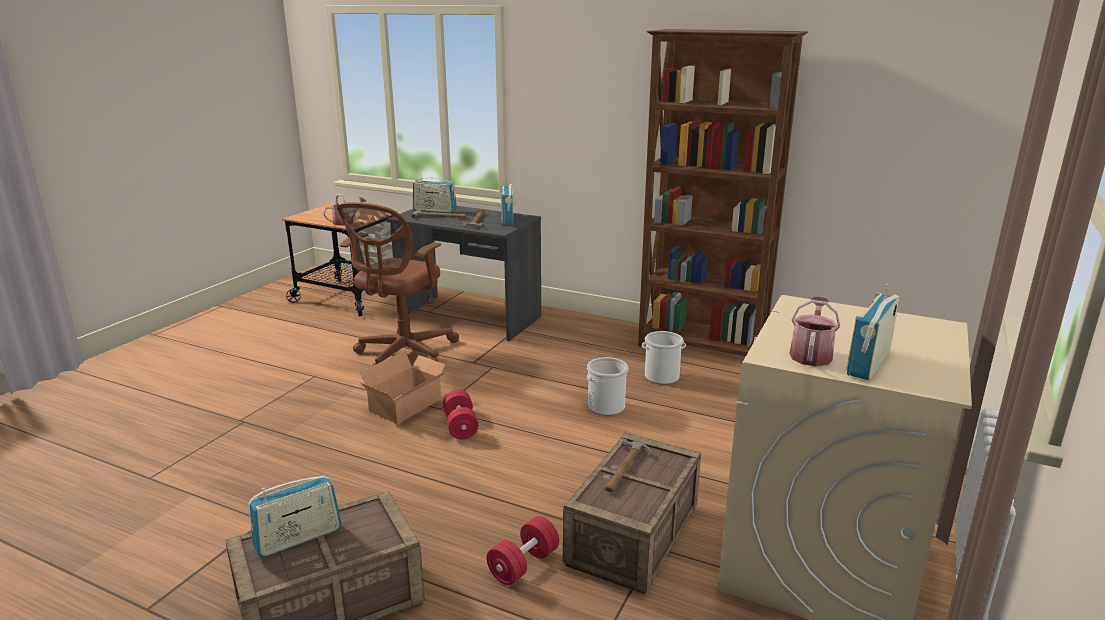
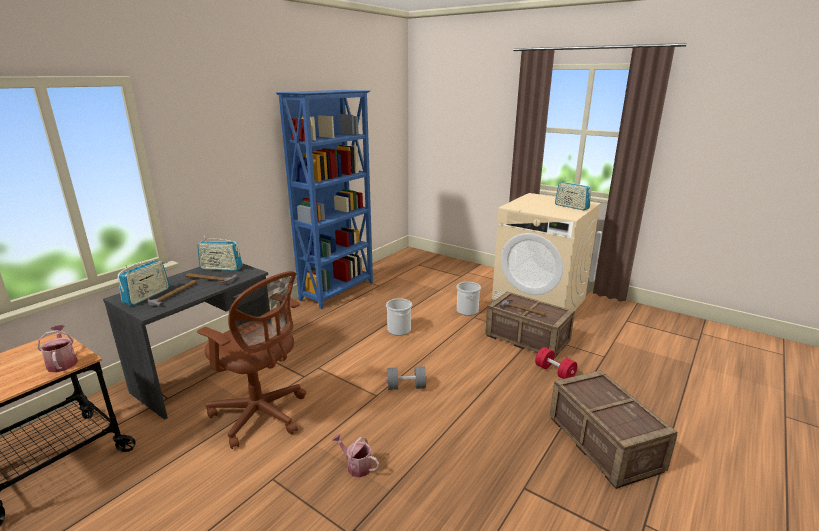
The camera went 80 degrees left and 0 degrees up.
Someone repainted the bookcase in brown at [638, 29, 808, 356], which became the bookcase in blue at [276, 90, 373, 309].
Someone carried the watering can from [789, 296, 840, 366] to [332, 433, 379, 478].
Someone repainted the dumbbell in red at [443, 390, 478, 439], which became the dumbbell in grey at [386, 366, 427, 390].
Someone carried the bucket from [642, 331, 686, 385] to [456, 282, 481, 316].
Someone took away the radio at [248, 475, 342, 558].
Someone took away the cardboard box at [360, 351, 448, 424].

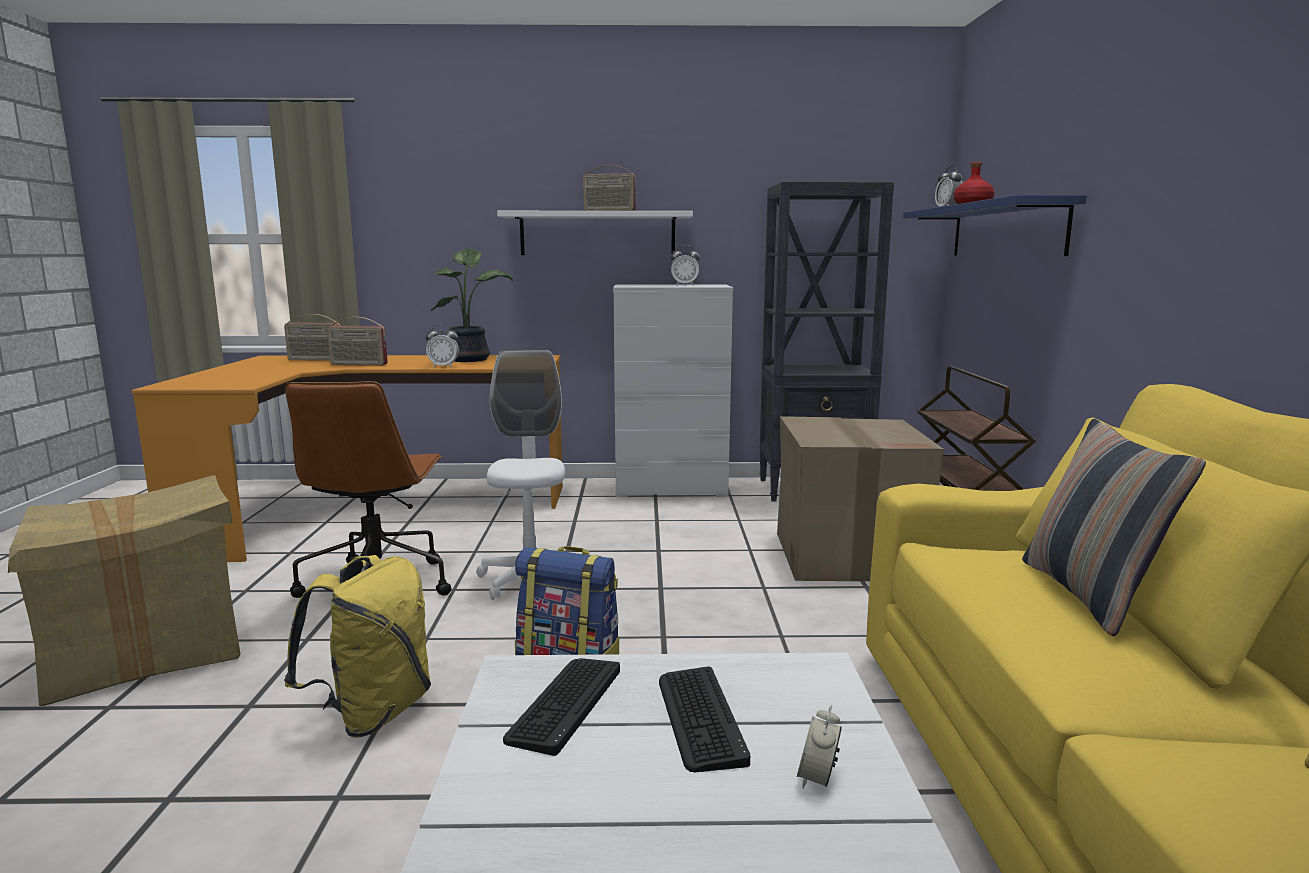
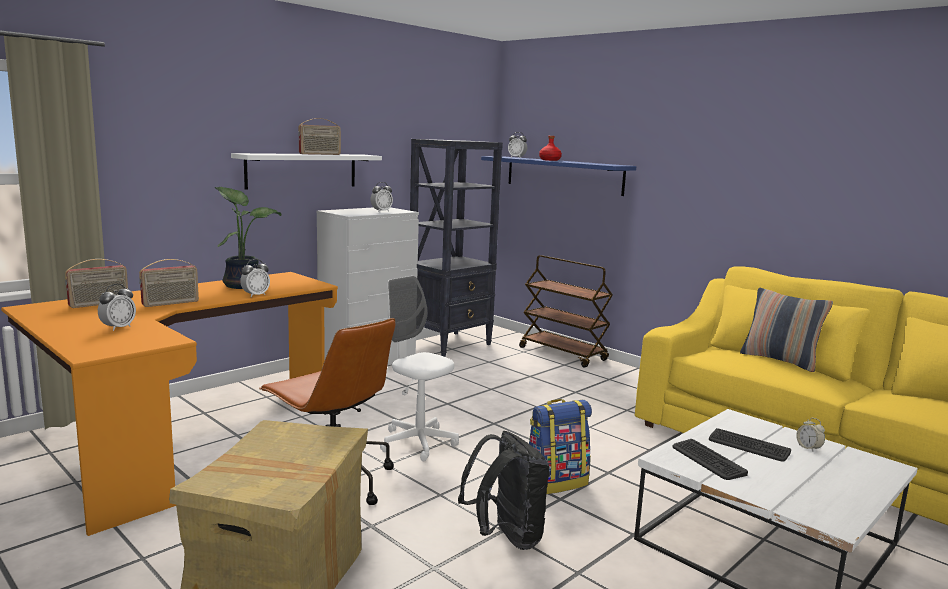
The camera went 45 degrees left and 0 degrees up.
Someone put down the alarm clock at [98, 284, 136, 331].
Someone repainted the backpack in yellow at [284, 555, 431, 738], which became the backpack in black at [458, 431, 550, 550].
Someone took away the cardboard box at [777, 416, 944, 581].

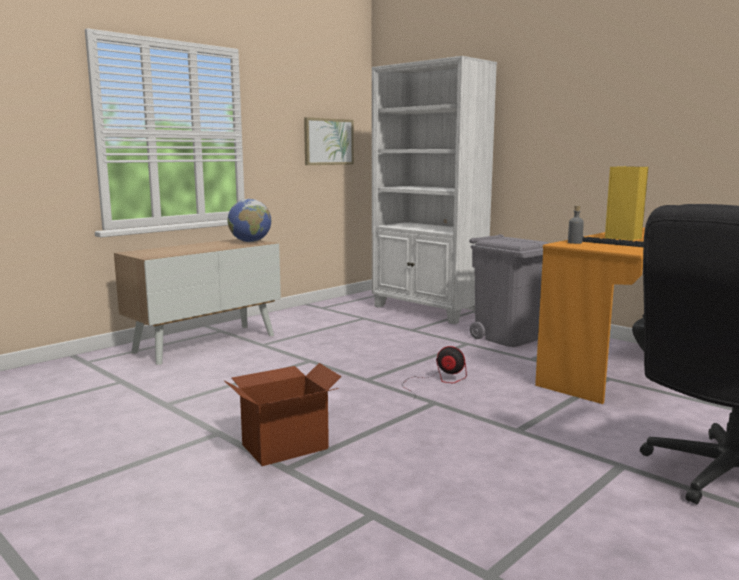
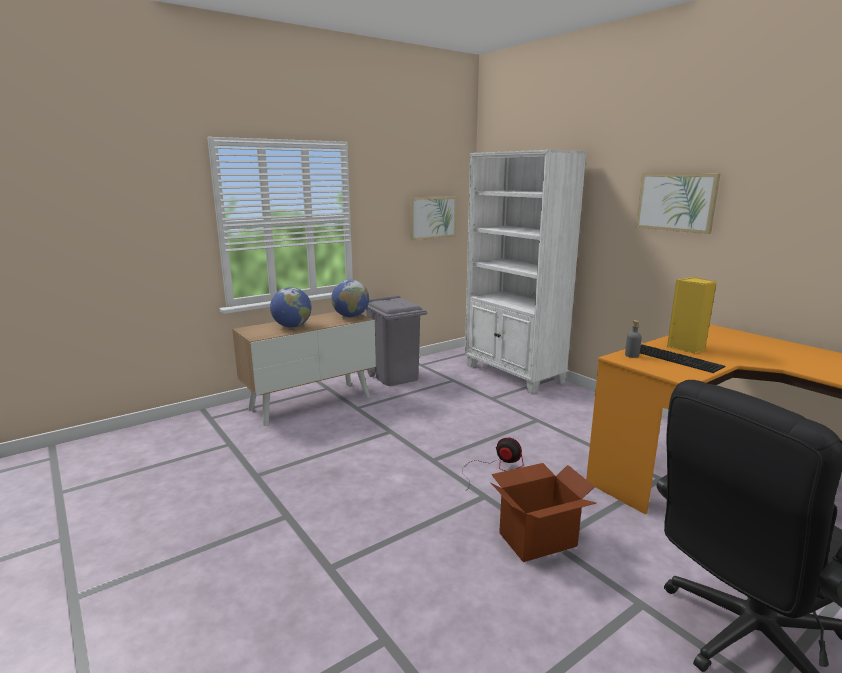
The camera went 10 degrees right and 5 degrees up.
Someone put down the globe at [270, 287, 311, 328].
Someone carried the trash can in grey from [469, 234, 549, 347] to [366, 295, 427, 386].
Someone carried the cardboard box from [224, 363, 342, 466] to [490, 463, 596, 562].
Someone put up the picture at [636, 173, 720, 234].

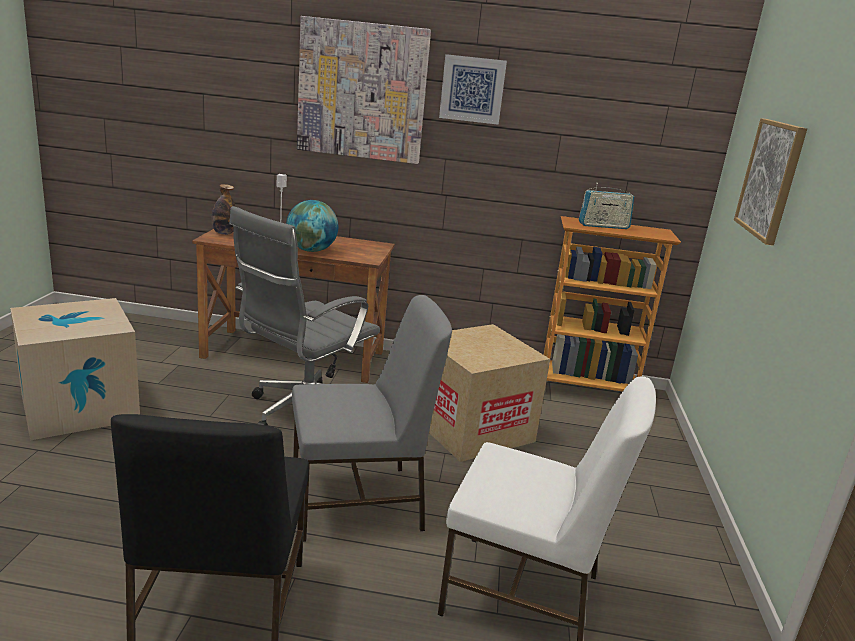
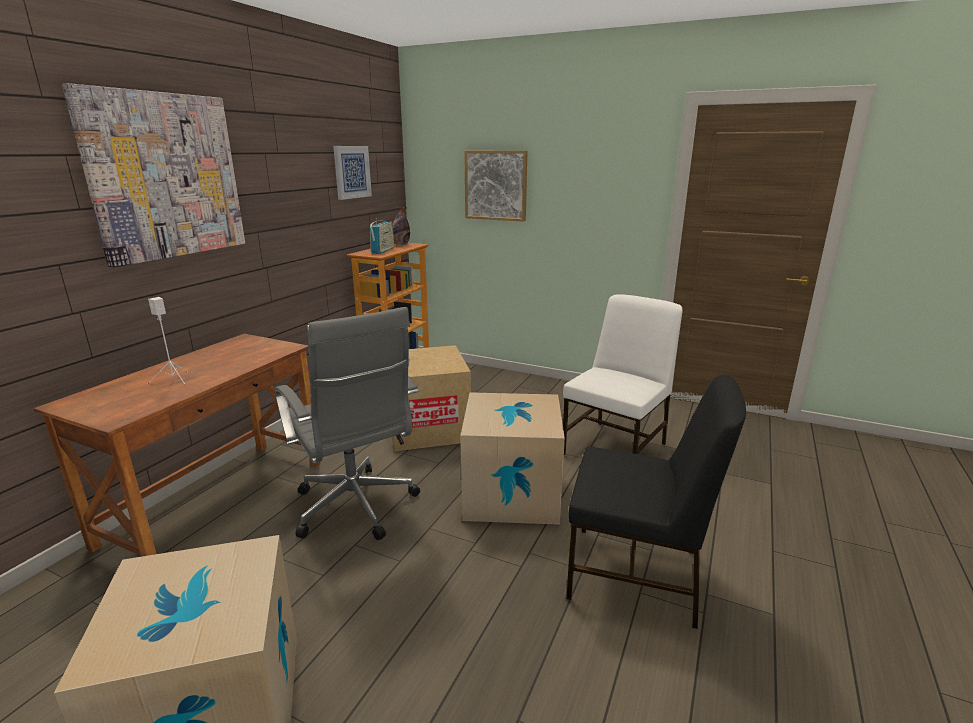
The camera went 70 degrees left and 0 degrees up.
Someone carried the picture from [439, 54, 507, 124] to [333, 146, 372, 200].
Someone carried the bottle from [212, 184, 236, 235] to [392, 207, 410, 245].
Someone swapped the chair in grey at [292, 295, 452, 542] for the cardboard box at [461, 392, 565, 525].
Someone took away the globe at [286, 200, 338, 252].

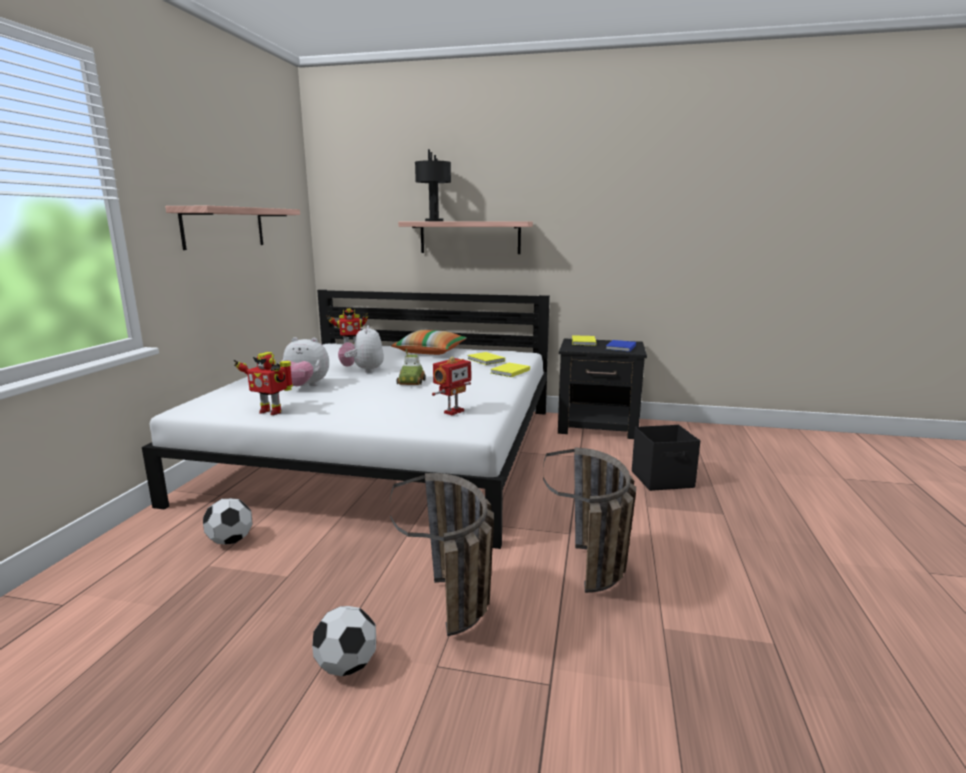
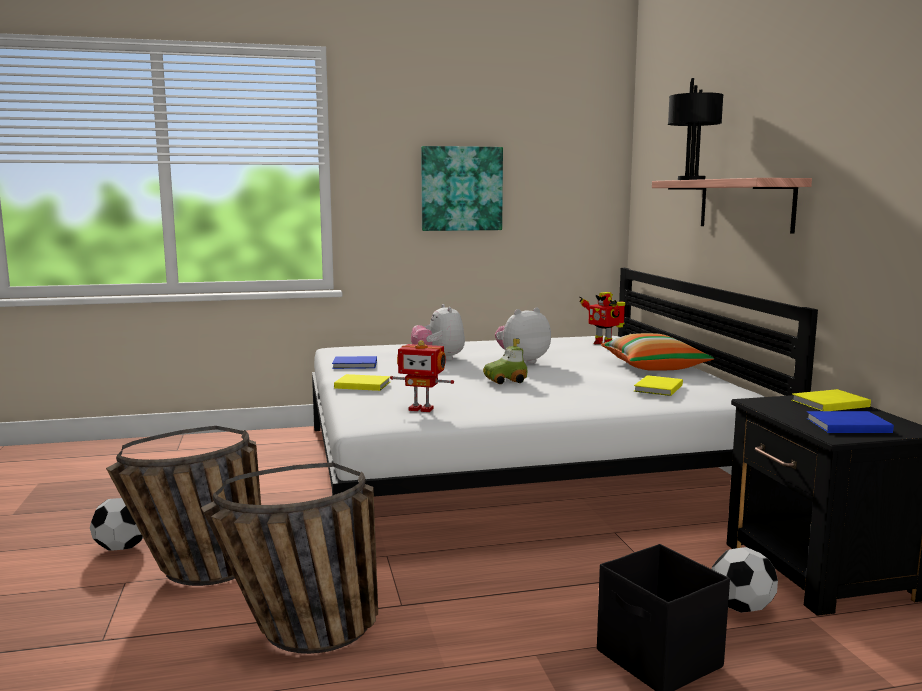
The camera went 65 degrees right and 5 degrees down.
Someone swapped the toy robot at [233, 352, 293, 415] for the book in blue at [332, 356, 377, 369].
Someone carried the book in yellow from [490, 363, 530, 377] to [334, 374, 390, 391].
Someone swapped the shelf at [165, 206, 300, 250] for the picture at [421, 146, 503, 231].
Someone carried the football from [203, 498, 253, 545] to [712, 547, 778, 613].

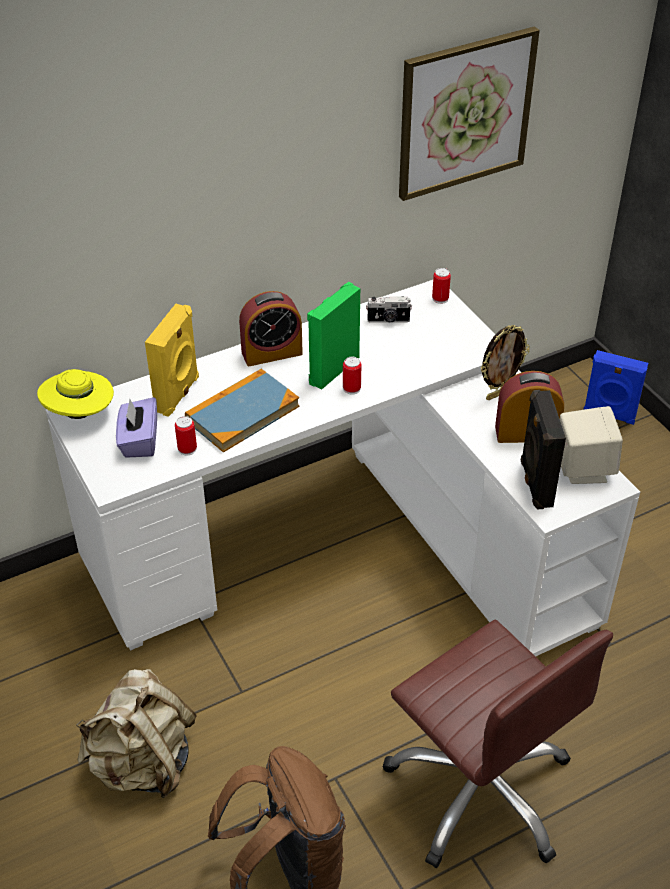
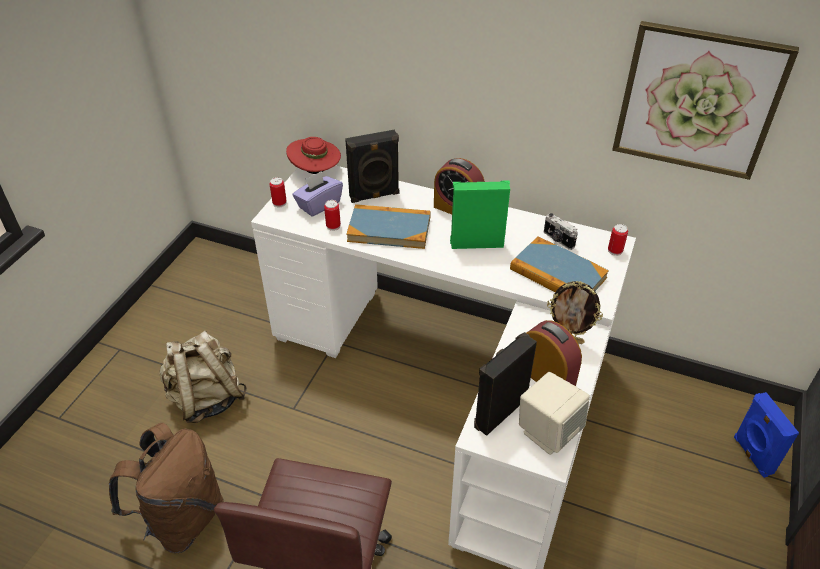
The camera went 50 degrees right and 0 degrees up.
Someone carried the can from [343, 357, 361, 394] to [270, 177, 287, 207].
Someone repainted the hat in yellow at [37, 369, 114, 419], which became the hat in red at [286, 137, 341, 174].
Someone repainted the speaker in yellow at [145, 304, 199, 417], which became the speaker in black at [345, 130, 399, 203].
Someone put down the book at [510, 237, 609, 292].

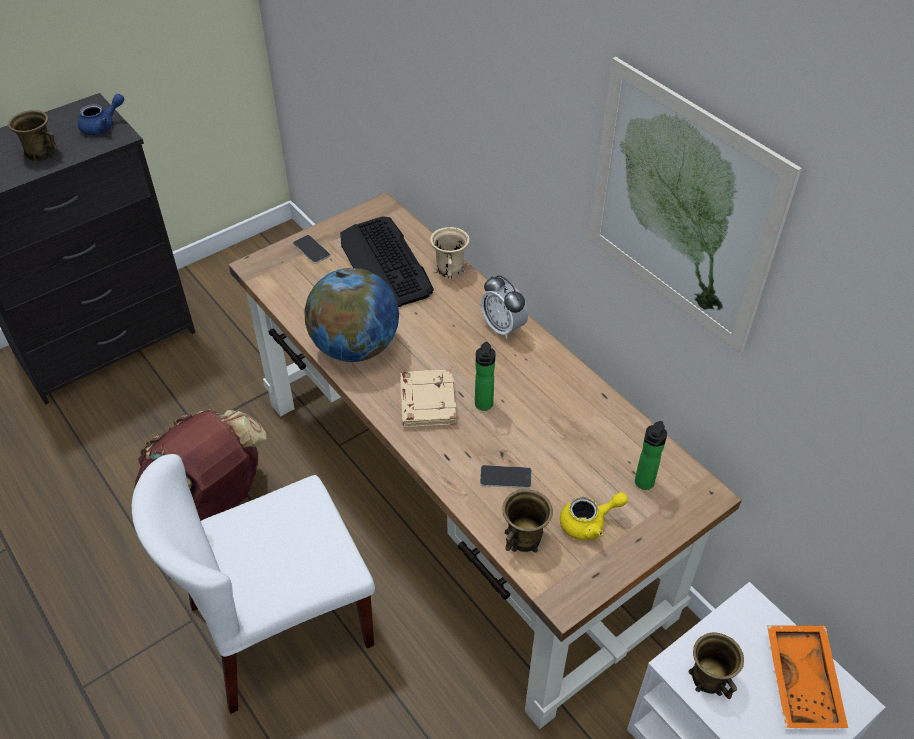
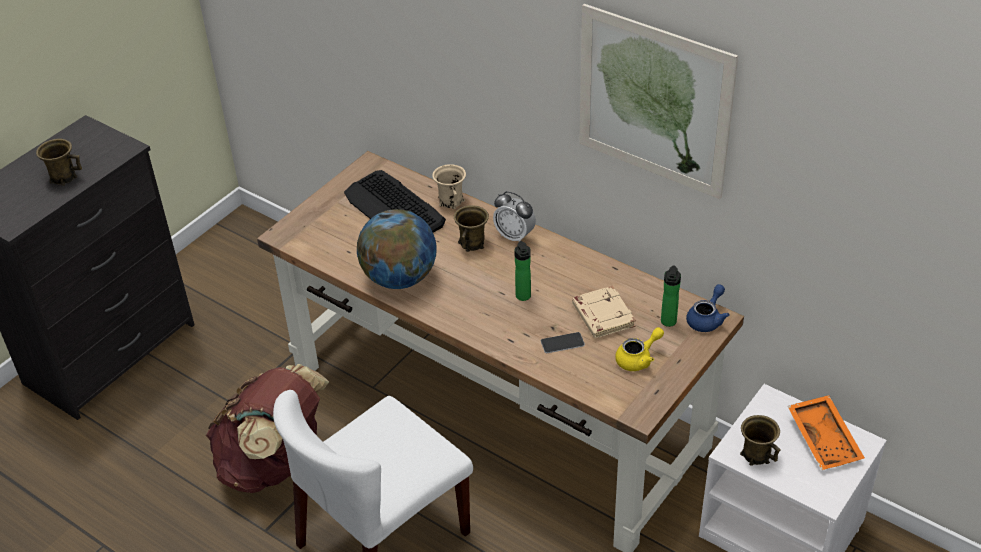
The camera went 15 degrees left and 5 degrees down.
Someone carried the mug in brown from [502, 489, 553, 553] to [454, 205, 489, 252].
Someone carried the book in beige from [400, 369, 457, 427] to [572, 286, 636, 338].
Someone carried the teapot in blue from [78, 94, 124, 135] to [686, 284, 730, 332].
Someone took away the phone at [293, 235, 331, 263].

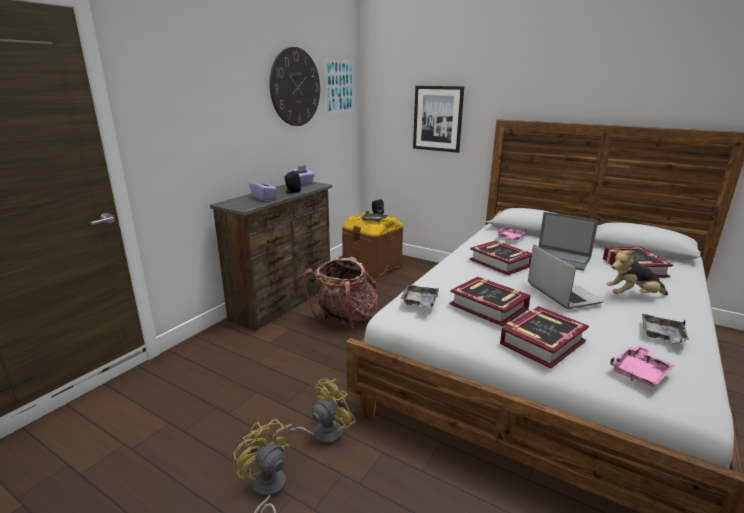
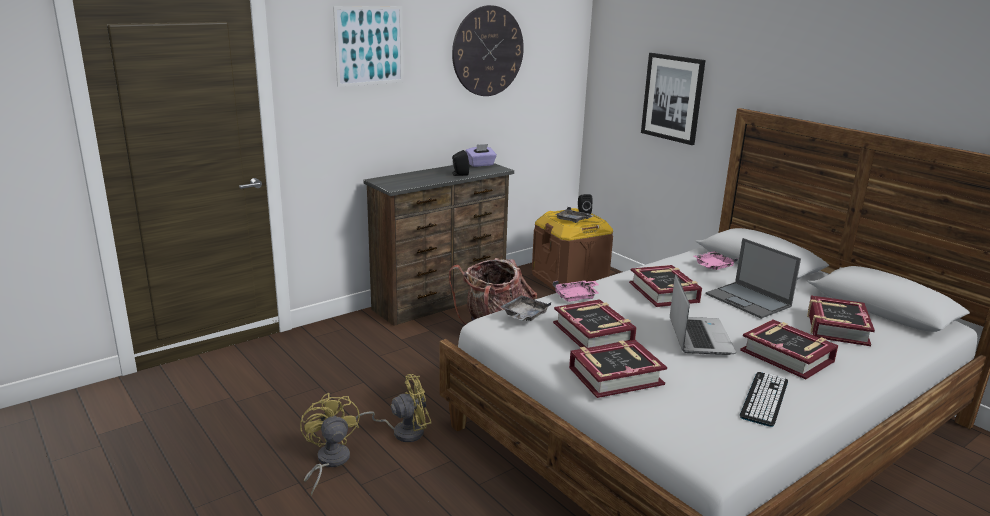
The camera went 20 degrees right and 0 degrees up.
Someone carried the picture from [324, 59, 355, 114] to [333, 6, 404, 87].
Someone carried the tray in pink from [610, 345, 676, 387] to [553, 280, 599, 302].
Someone swapped the plush toy at [606, 248, 668, 295] for the book at [740, 320, 838, 379].
Someone swapped the tray in grey at [642, 314, 689, 345] for the keyboard at [740, 372, 788, 427].
Someone took away the tissue box in purple at [249, 177, 277, 201].

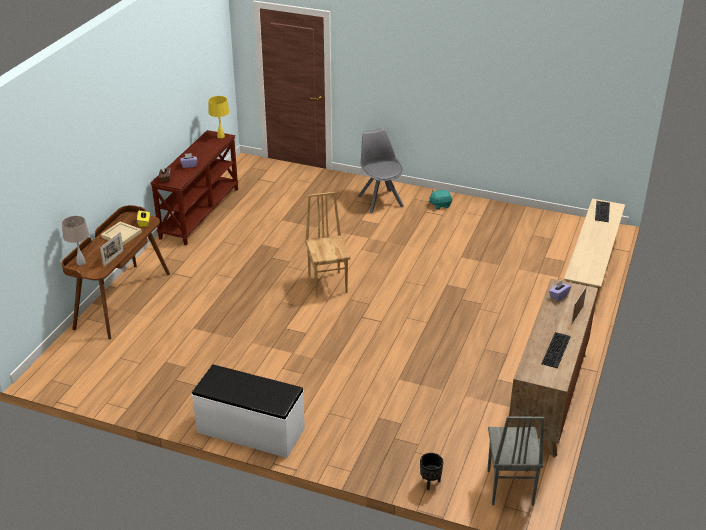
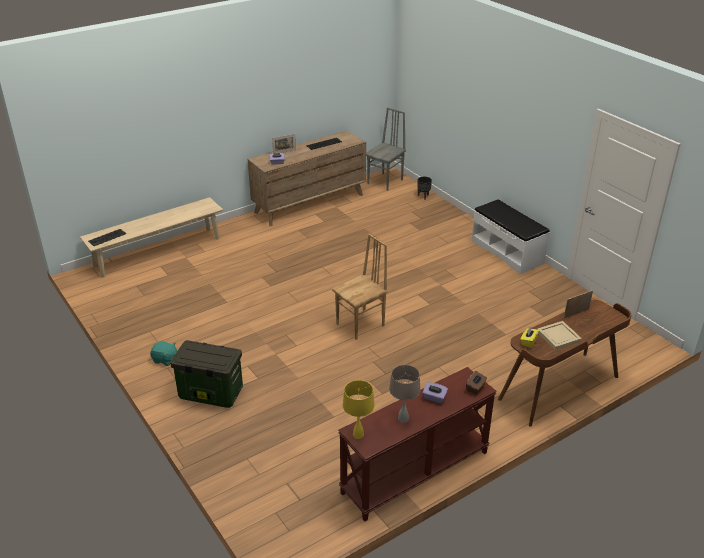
The camera went 145 degrees left and 0 degrees up.
Someone swapped the chair in grey at [358, 128, 404, 213] for the storage box at [170, 340, 243, 408].
Someone rotated the chair in brown at [305, 192, 350, 297] by 150 degrees counterclockwise.
Someone carried the table lamp in beige from [62, 216, 89, 266] to [389, 365, 421, 423].

